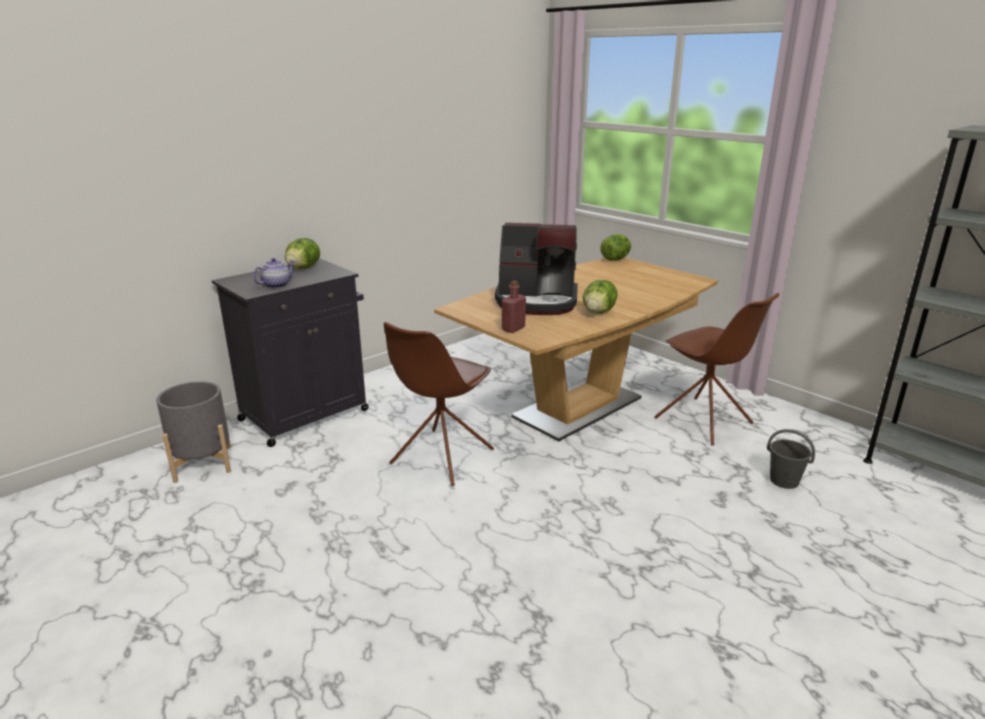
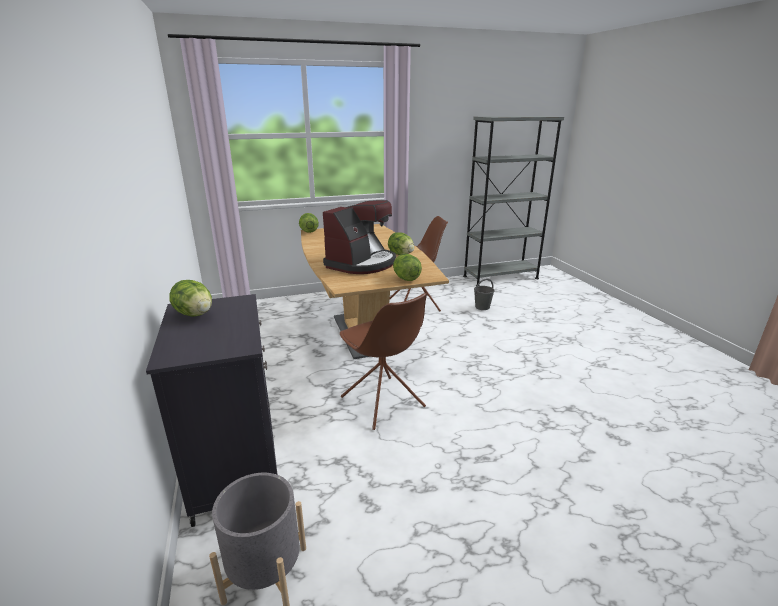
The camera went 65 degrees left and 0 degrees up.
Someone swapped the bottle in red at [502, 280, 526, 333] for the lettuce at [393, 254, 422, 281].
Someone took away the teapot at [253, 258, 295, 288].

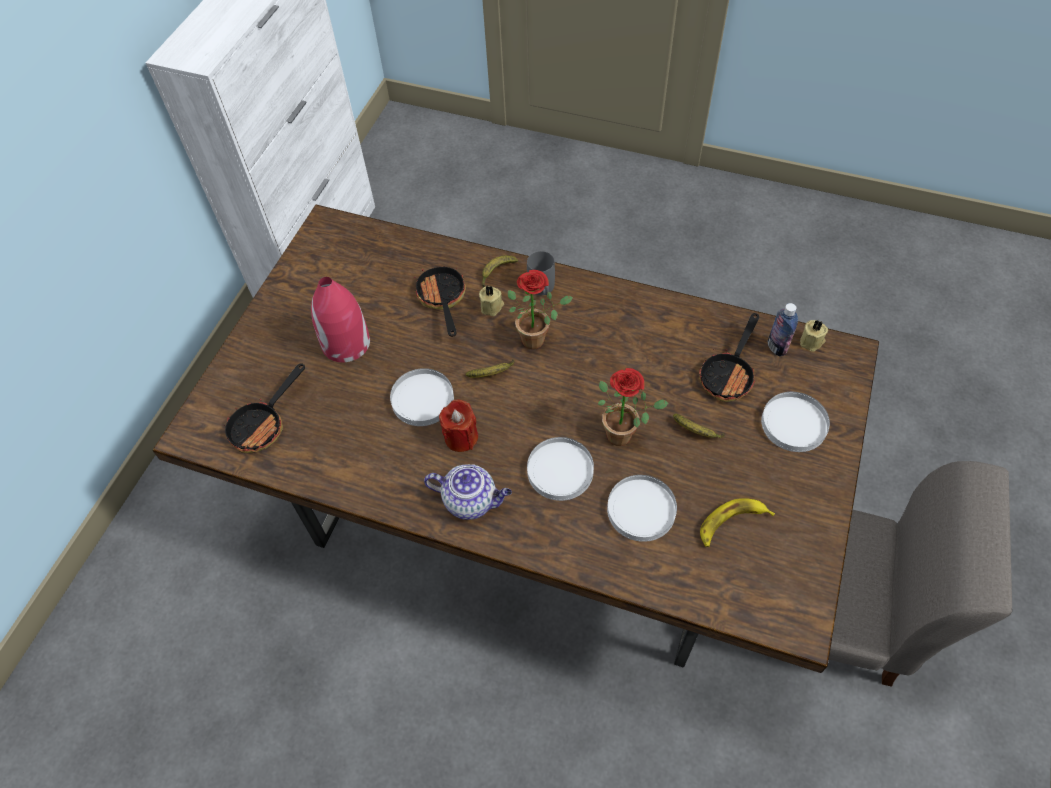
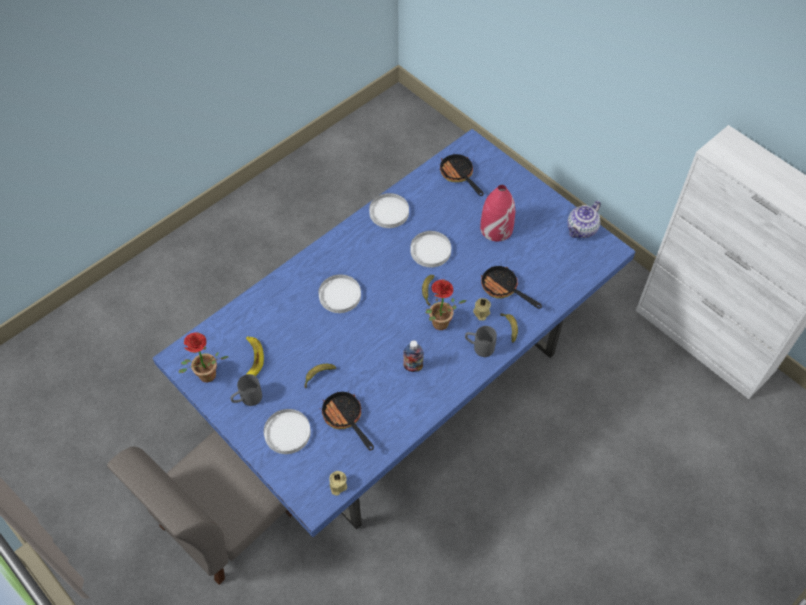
The camera went 115 degrees right and 0 degrees up.
Someone repainted the dining table in brown at [153, 205, 879, 673], which became the dining table in blue at [153, 129, 635, 537].
Someone carried the potted plant from [598, 368, 669, 446] to [178, 332, 228, 382].
Someone put down the mug in grey at [231, 374, 262, 406].
Someone carried the plate in white from [607, 475, 677, 542] to [369, 193, 409, 228].
Someone carried the bottle from [768, 303, 798, 357] to [403, 340, 424, 372].
Someone rotated the frying pan at [414, 266, 466, 337] by 150 degrees counterclockwise.
Someone carried the teapot from [424, 464, 512, 520] to [568, 201, 601, 238].
Someone took away the candle in red at [439, 399, 478, 452].

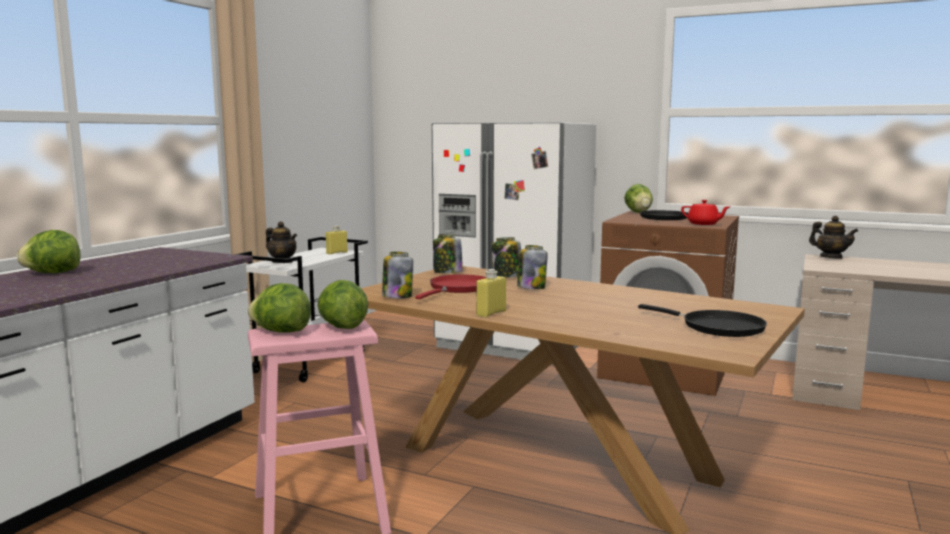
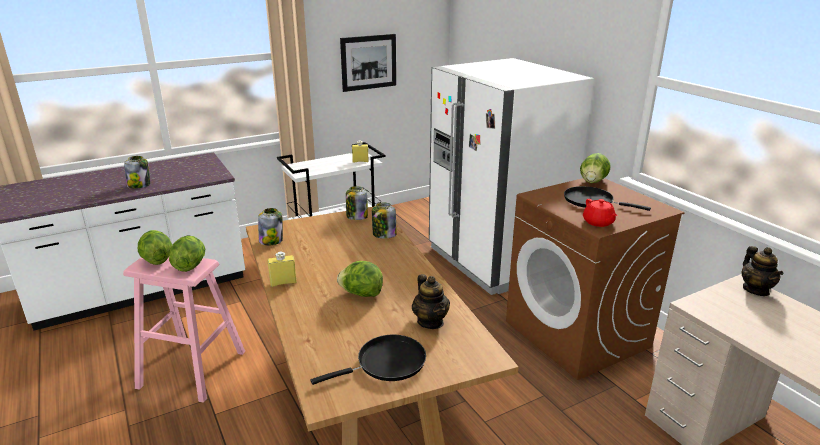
The camera went 35 degrees right and 15 degrees up.
Someone carried the jar from [517, 245, 548, 289] to [124, 156, 150, 188].
Someone rotated the frying pan in black at [638, 304, 767, 337] by 105 degrees counterclockwise.
Someone carried the lettuce from [17, 230, 80, 273] to [337, 261, 383, 297].
Someone put up the picture at [340, 34, 396, 92].
Someone carried the teapot from [266, 221, 297, 263] to [412, 274, 450, 329].
Someone took away the frying pan in red at [415, 274, 486, 299].

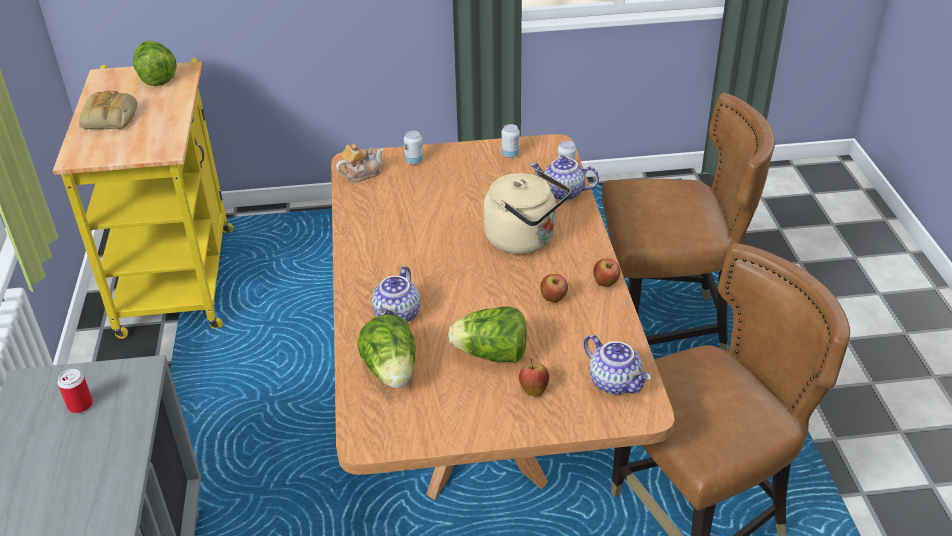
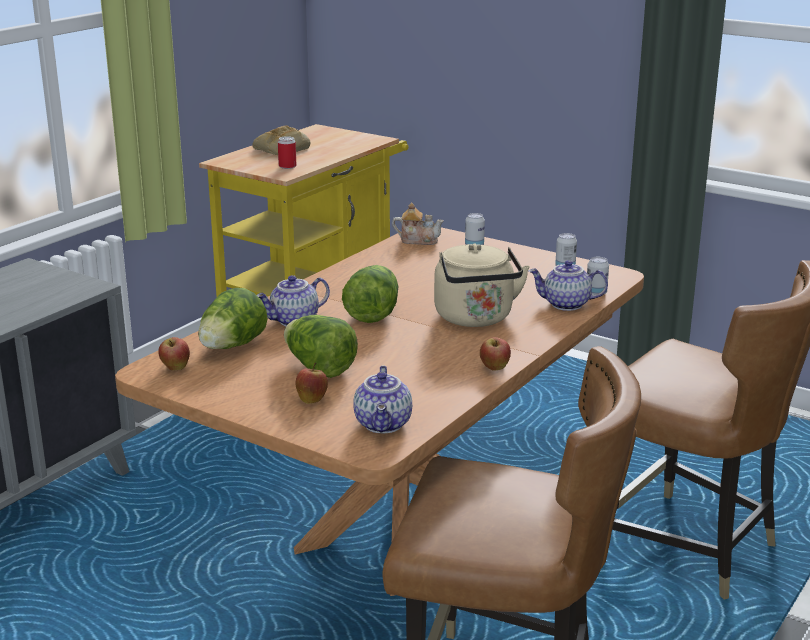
The camera went 40 degrees right and 15 degrees down.
Someone carried the apple from [541, 274, 568, 303] to [158, 337, 190, 371].
Someone carried the can from [57, 369, 93, 413] to [278, 136, 296, 169].
Someone carried the lettuce from [133, 41, 177, 86] to [342, 265, 398, 323].
Someone rotated the teapot at [530, 157, 599, 201] by 45 degrees counterclockwise.

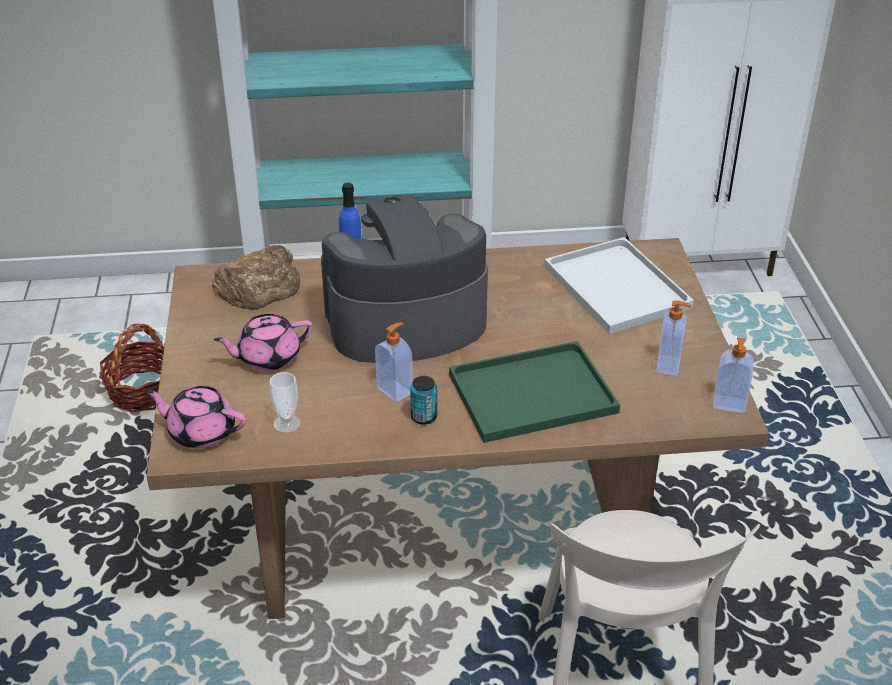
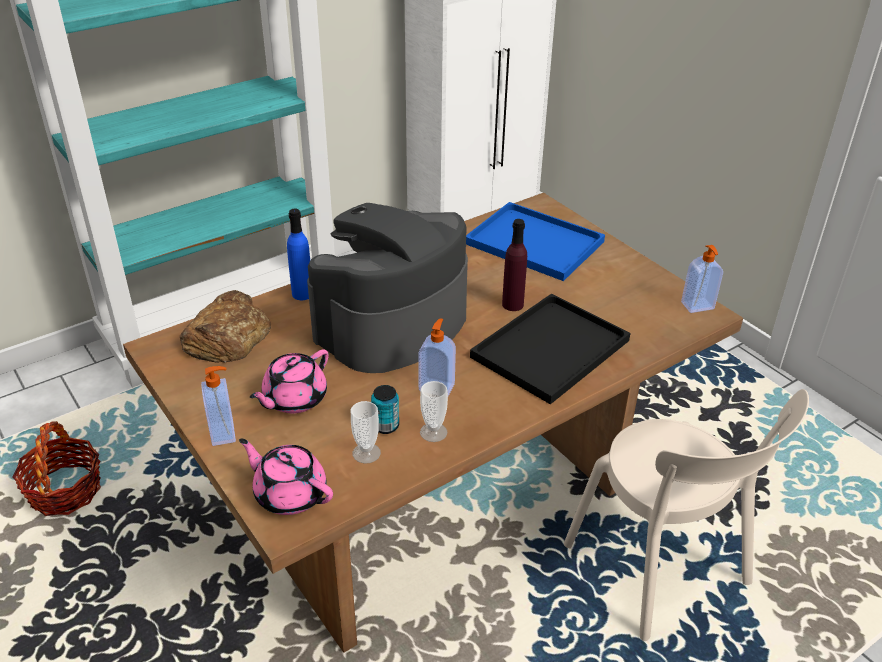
The camera went 30 degrees left and 0 degrees up.
Someone carried the soap dispenser from [656, 300, 691, 376] to [201, 366, 236, 446].
Someone rotated the teapot in pink at [145, 386, 246, 449] by 45 degrees clockwise.
Someone carried the can from [410, 376, 437, 425] to [371, 385, 399, 434].
Someone put down the cup at [420, 381, 448, 442].
Someone repainted the tray in white at [544, 237, 694, 334], which became the tray in blue at [466, 202, 605, 281].
Someone repainted the tray in green at [449, 341, 620, 443], which became the tray in black at [470, 293, 630, 404].
Someone put down the bottle in purple at [502, 219, 527, 311].

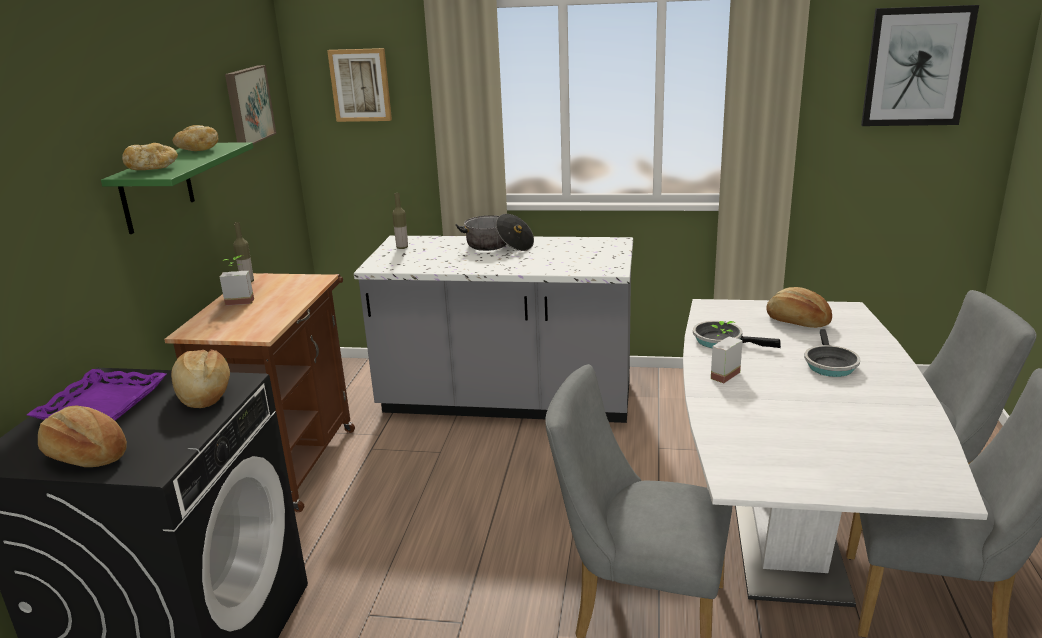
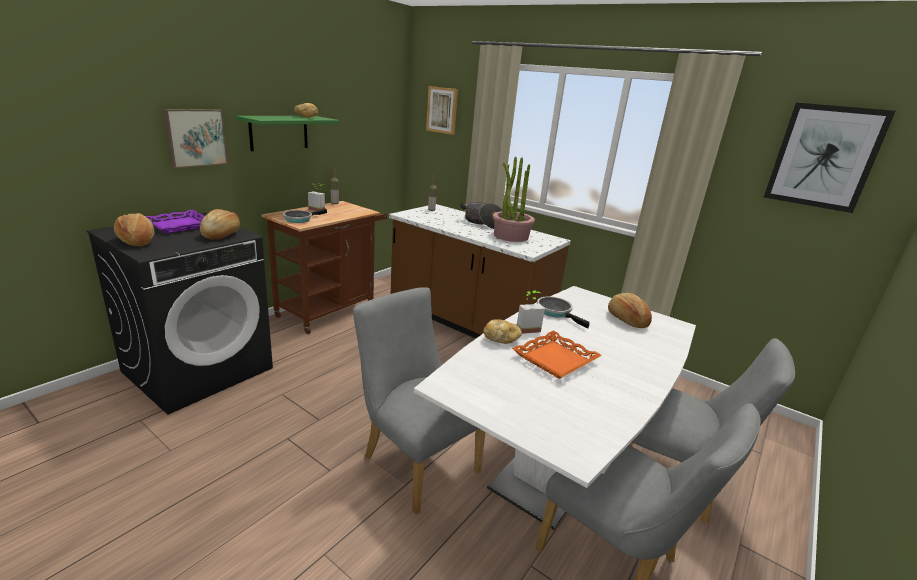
The camera went 25 degrees right and 0 degrees up.
Someone carried the picture from [225, 65, 276, 144] to [163, 109, 228, 168].
Someone carried the frying pan from [804, 329, 860, 377] to [283, 209, 327, 223].
Someone repainted the counter in grey at [354, 235, 633, 423], which became the counter in brown at [389, 204, 571, 339].
Someone carried the bread from [122, 143, 178, 170] to [484, 319, 522, 344].
Someone put down the potted plant at [493, 157, 535, 242].
Someone put down the tray in orange at [512, 330, 602, 379].

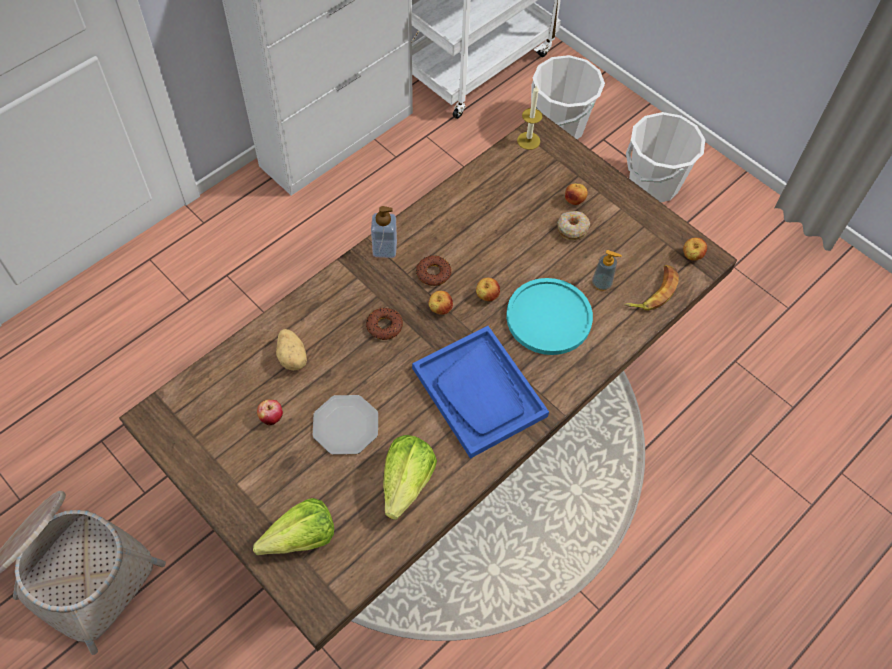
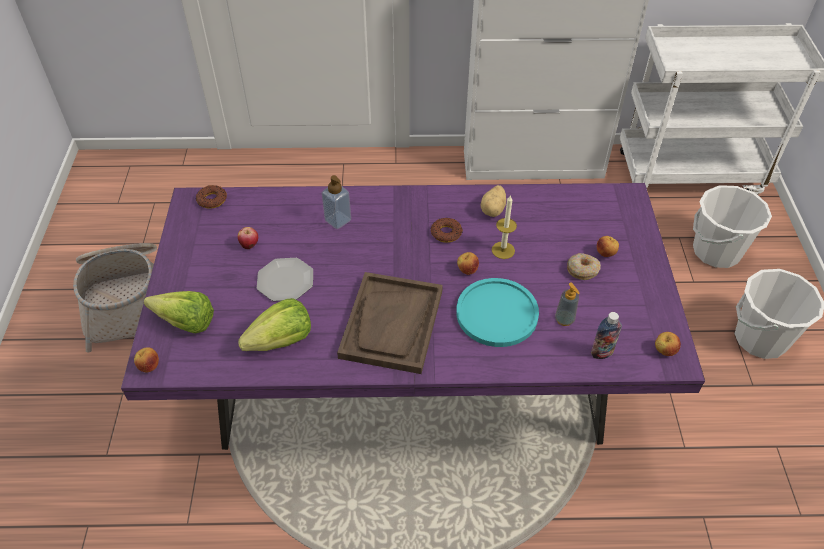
The camera went 45 degrees right and 10 degrees down.
Someone repainted the dining table in brown at [119, 114, 737, 651], which became the dining table in purple at [121, 183, 705, 450].
Someone carried the apple from [429, 291, 453, 315] to [134, 347, 159, 373].
Someone carried the donut from [366, 308, 403, 340] to [196, 185, 227, 209].
Someone carried the soap dispenser from [371, 206, 397, 258] to [322, 175, 351, 229].
Someone repainted the tray in blue at [412, 326, 549, 459], which became the tray in brown at [337, 272, 443, 374].
Someone carried the potato from [276, 329, 307, 371] to [481, 185, 506, 217].
Someone carried the candle from [517, 85, 543, 150] to [492, 195, 517, 259].
Someone swapped the banana at [624, 265, 679, 311] for the bottle at [591, 312, 622, 359].

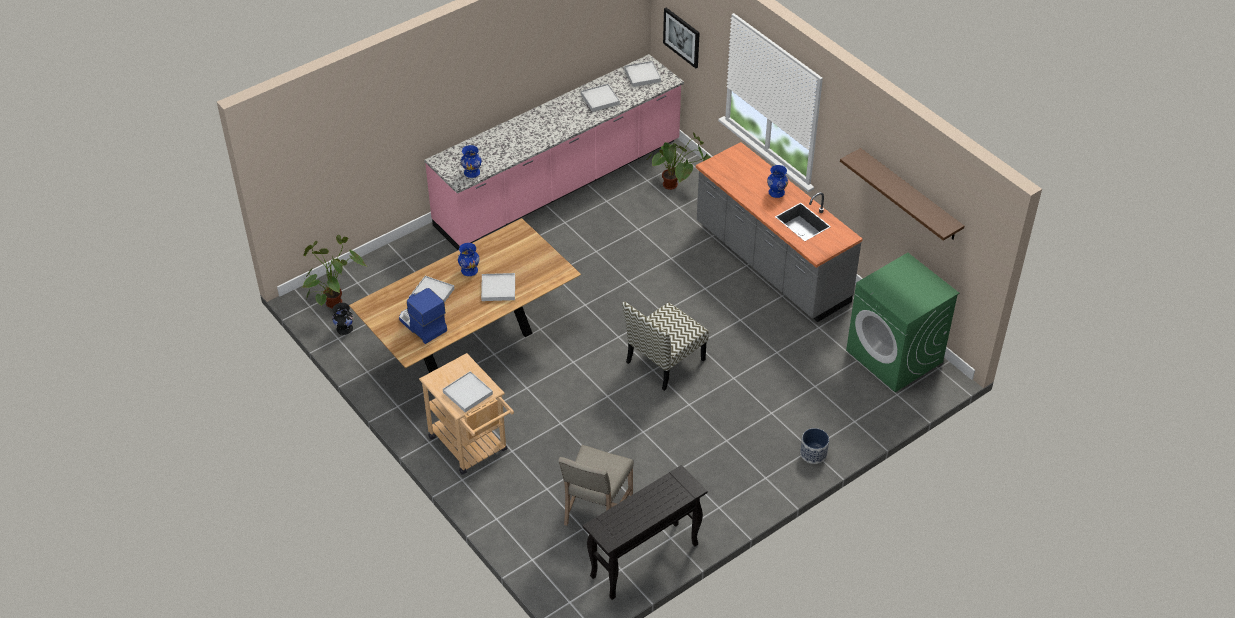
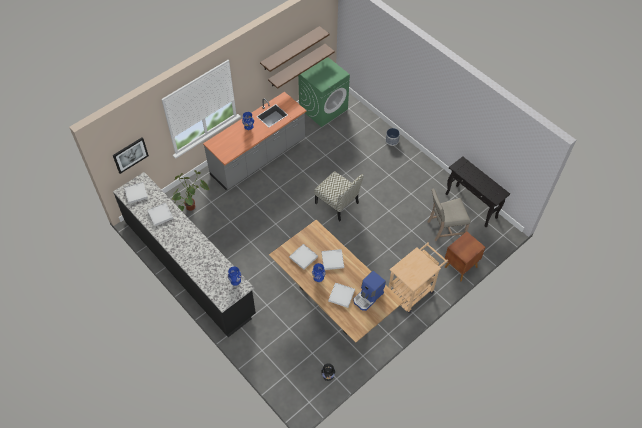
The camera went 95 degrees left and 10 degrees up.
Someone repainted the counter in pink at [424, 54, 684, 250], which became the counter in black at [113, 172, 256, 337].
Someone put up the shelf in brown at [268, 44, 335, 89].
Someone carried the tray in white from [443, 371, 493, 412] to [289, 244, 318, 270].
Someone rotated the chair in beige at [558, 445, 634, 526] by 150 degrees clockwise.
Someone put down the nightstand in brown at [445, 232, 486, 281].
Someone took away the potted plant at [303, 235, 366, 309].

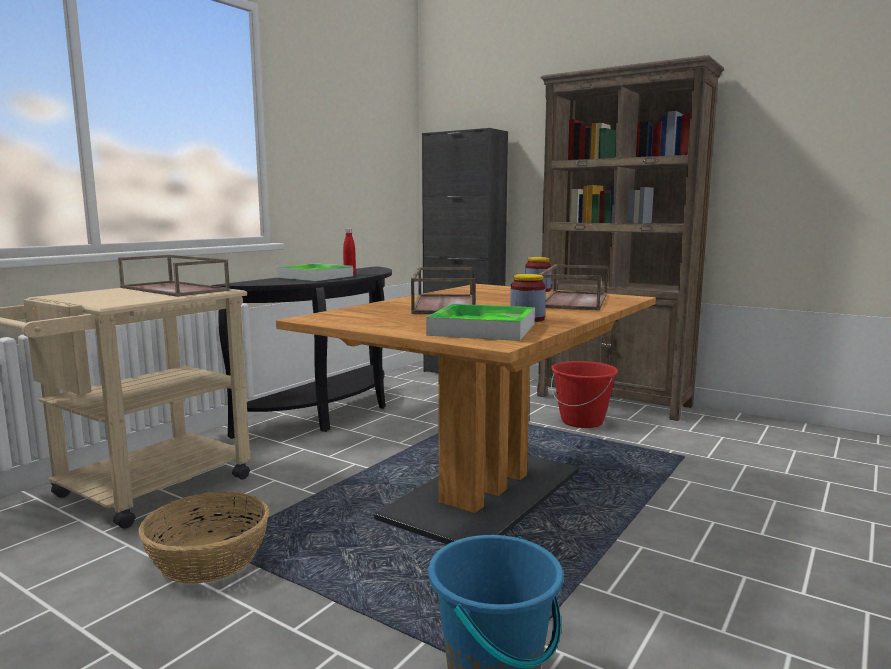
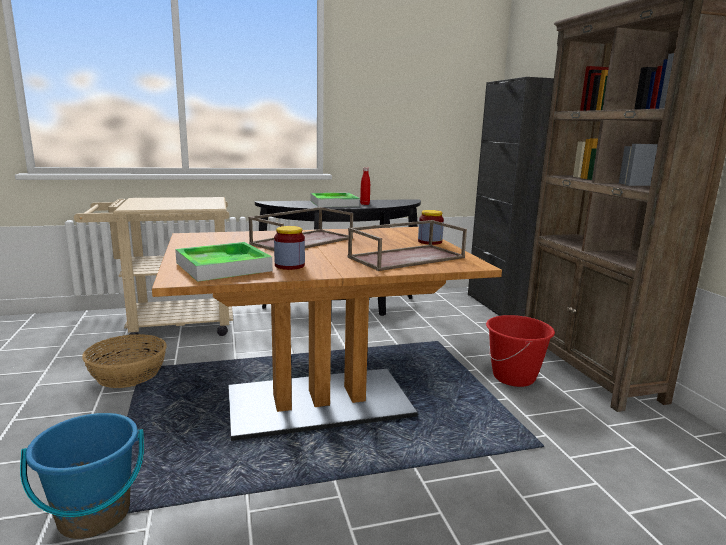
The camera went 40 degrees right and 5 degrees up.
Someone took away the tray in brown at [118, 255, 230, 297].

